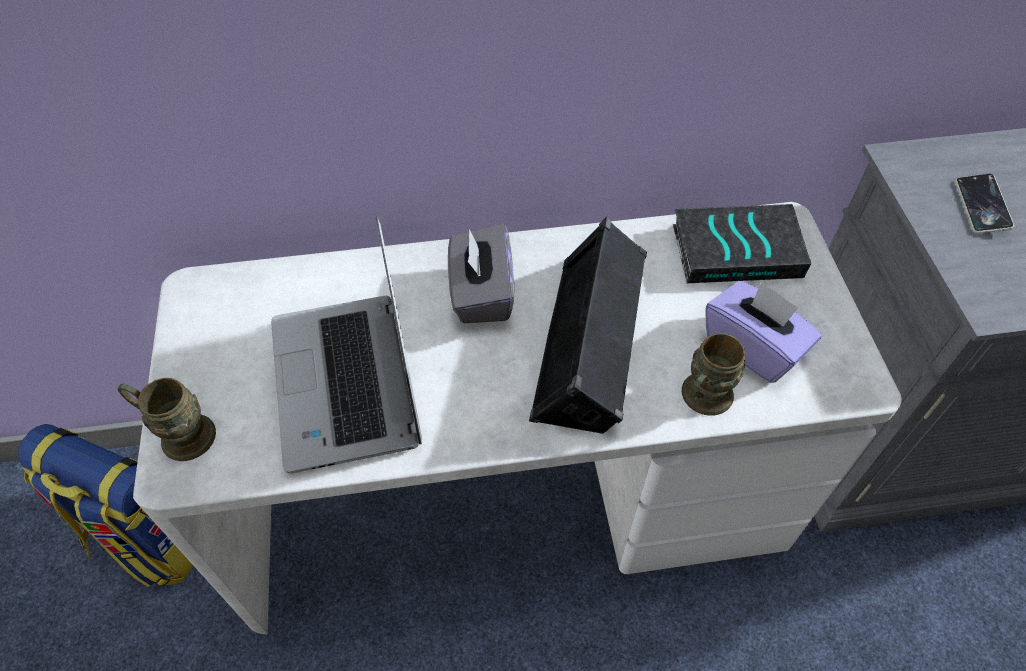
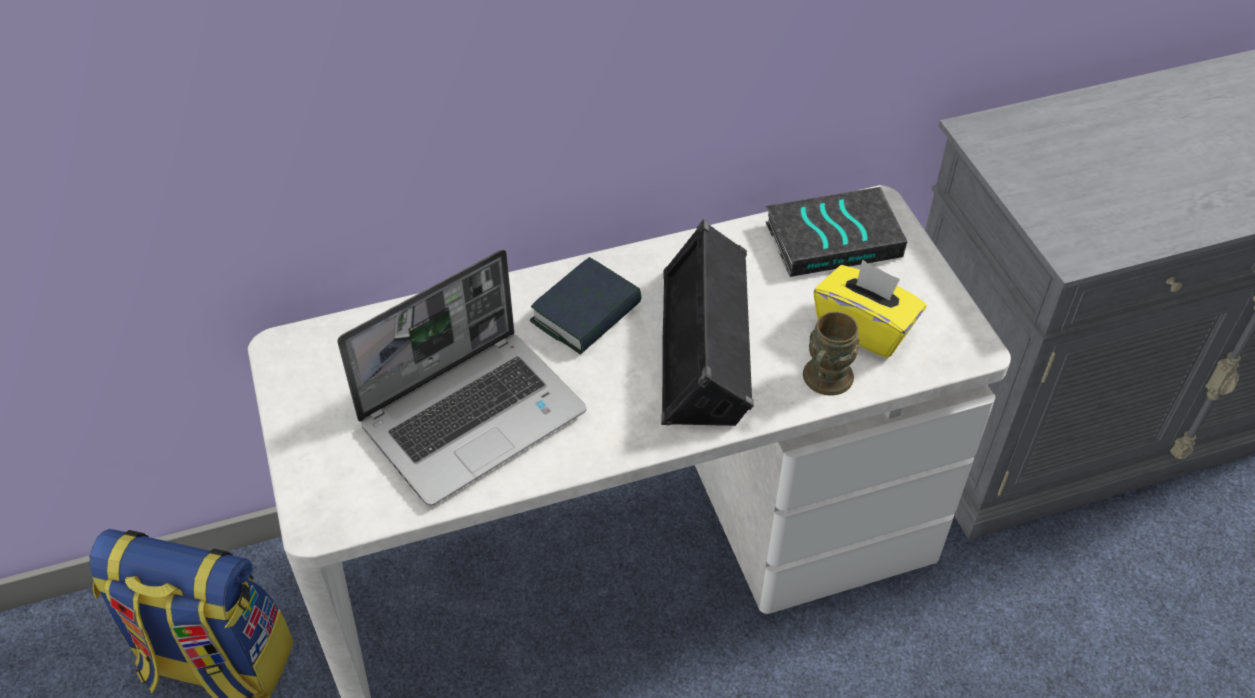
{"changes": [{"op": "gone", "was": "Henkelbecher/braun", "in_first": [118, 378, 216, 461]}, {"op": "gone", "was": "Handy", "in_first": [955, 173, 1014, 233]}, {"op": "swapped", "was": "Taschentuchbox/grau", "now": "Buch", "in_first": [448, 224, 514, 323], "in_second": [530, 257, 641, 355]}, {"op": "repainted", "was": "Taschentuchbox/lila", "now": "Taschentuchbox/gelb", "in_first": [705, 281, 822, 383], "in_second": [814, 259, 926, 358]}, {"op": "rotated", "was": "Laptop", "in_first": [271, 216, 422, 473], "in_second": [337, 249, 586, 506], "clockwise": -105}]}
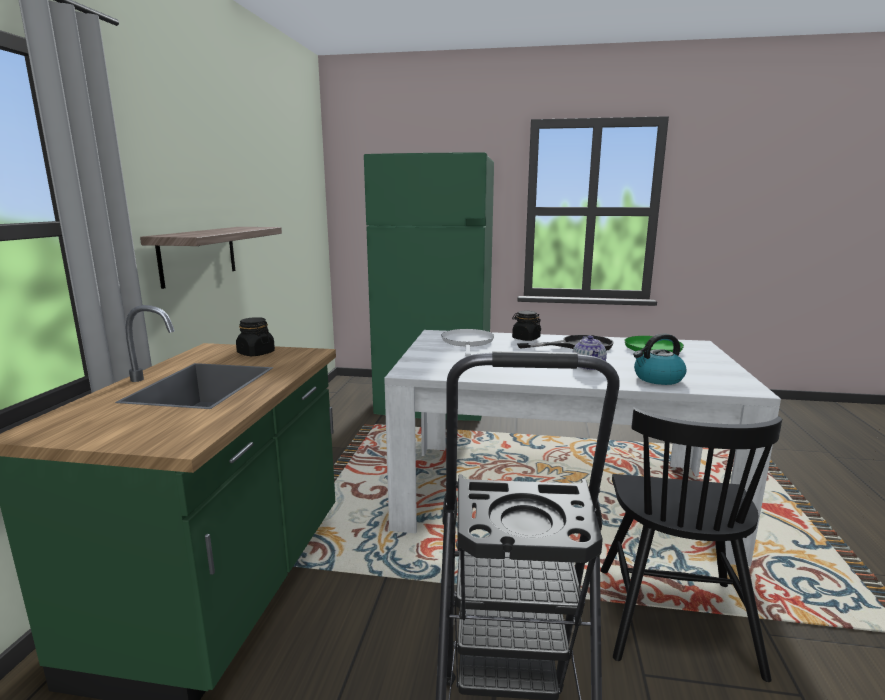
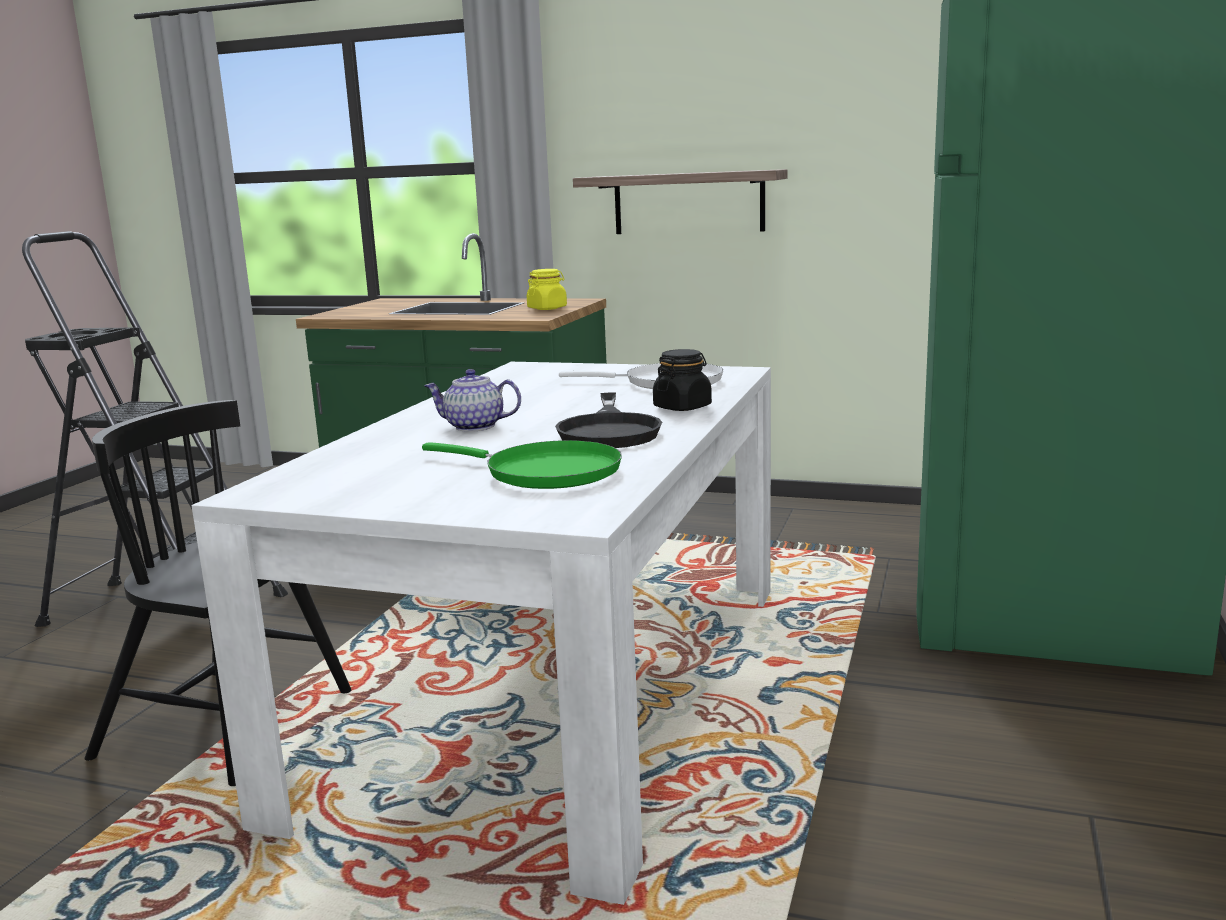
{"changes": [{"op": "gone", "was": "Wasserkessel", "in_first": [633, 334, 687, 385]}, {"op": "repainted", "was": "Vorratsglas/schwarz", "now": "Vorratsglas/gelb", "in_first": [236, 317, 275, 356], "in_second": [527, 269, 567, 310]}]}
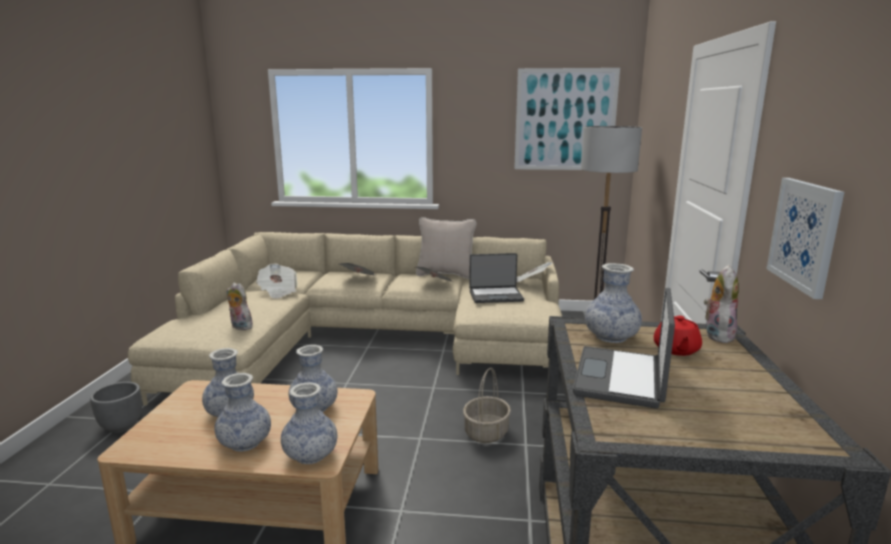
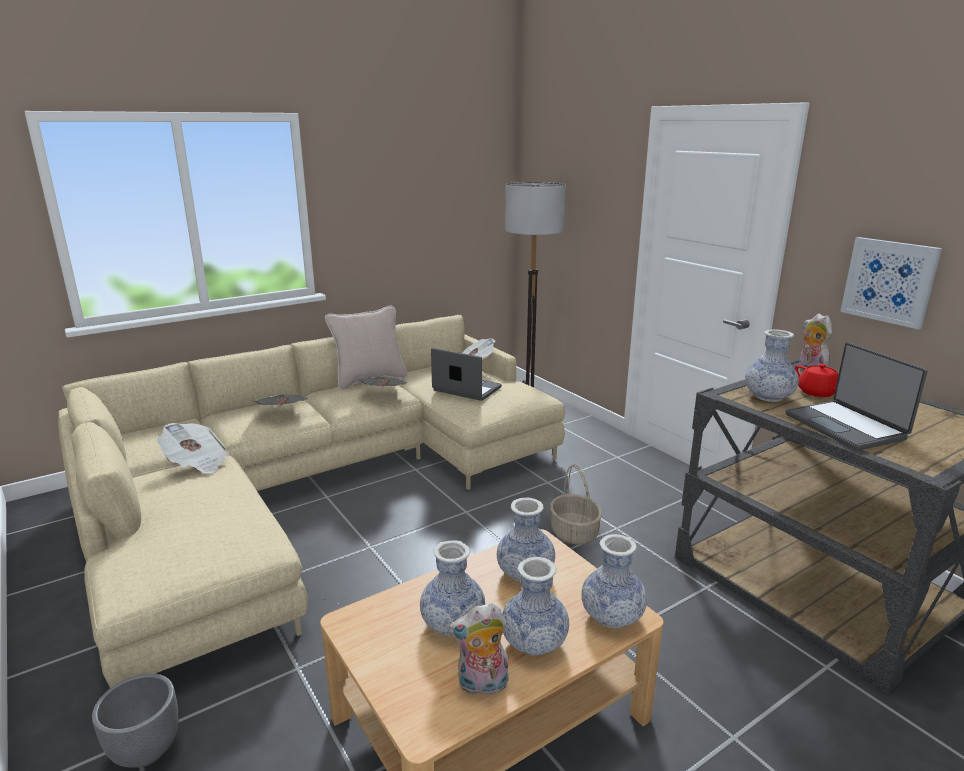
{"changes": [{"op": "gone", "was": "Bild", "in_first": [514, 68, 620, 170]}, {"op": "shifted", "was": "Plüschtier", "in_first": [227, 282, 253, 330], "in_second": [449, 603, 509, 698]}, {"op": "rotated", "was": "Laptop", "in_first": [469, 253, 524, 303], "in_second": [431, 348, 502, 401], "clockwise": -105}]}
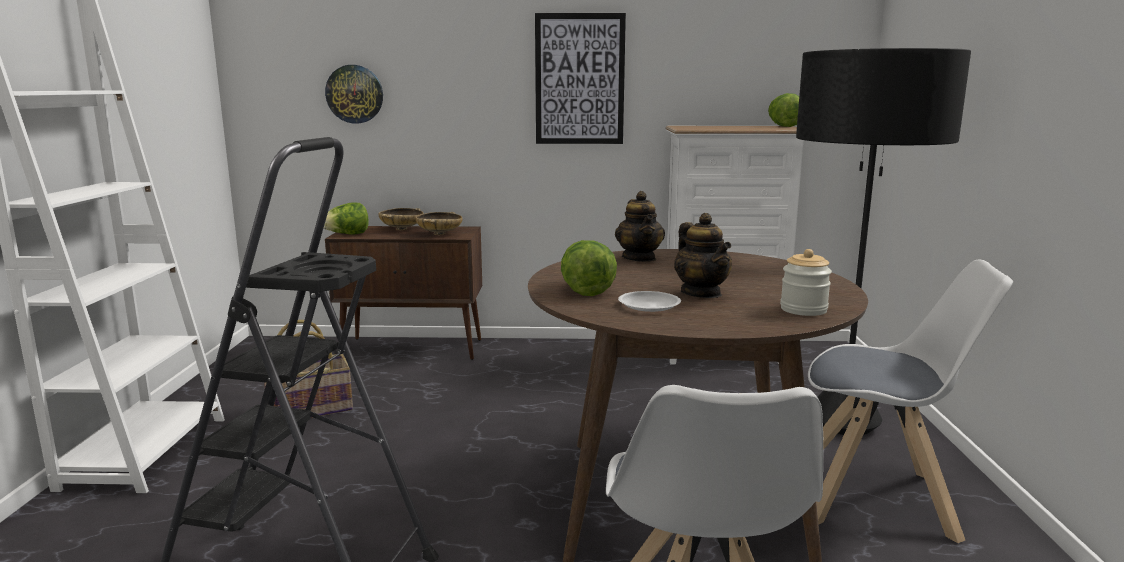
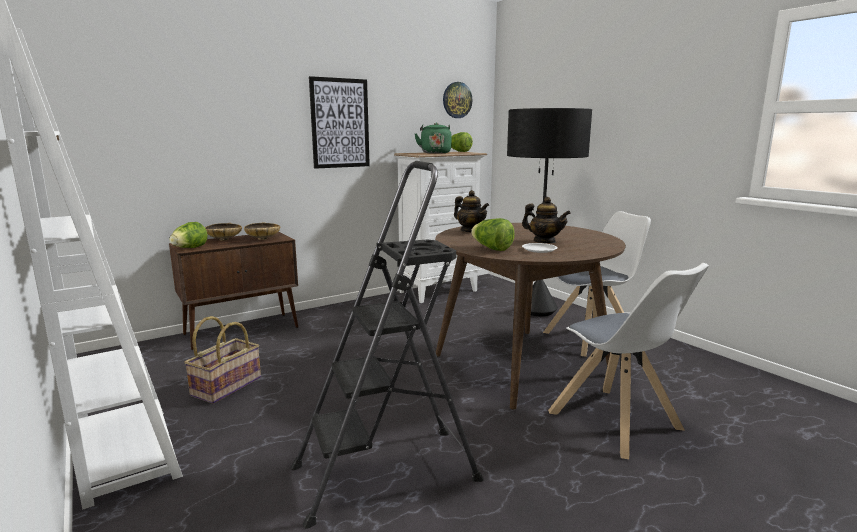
{"changes": [{"op": "gone", "was": "Vorratsglas", "in_first": [780, 249, 832, 316]}, {"op": "new", "now": "Wasserkessel/grün", "in_second": [414, 122, 452, 154]}, {"op": "shifted", "was": "Wanduhr", "in_first": [325, 65, 383, 124], "in_second": [443, 82, 472, 118]}]}
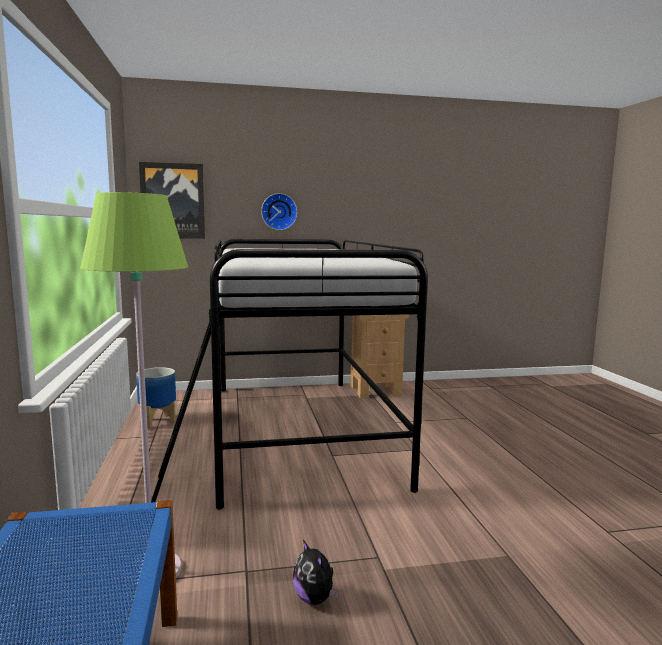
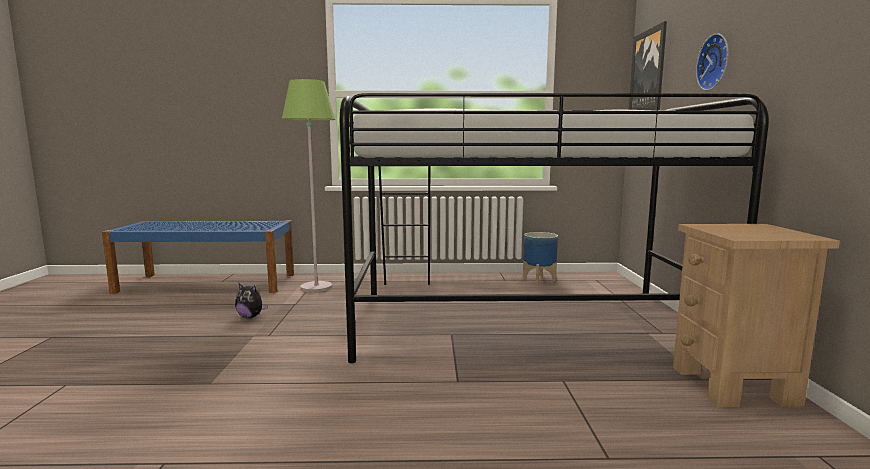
{"changes": [{"op": "rotated", "was": "Plüschtier", "in_first": [293, 540, 339, 605], "in_second": [235, 283, 267, 318], "clockwise": -135}]}
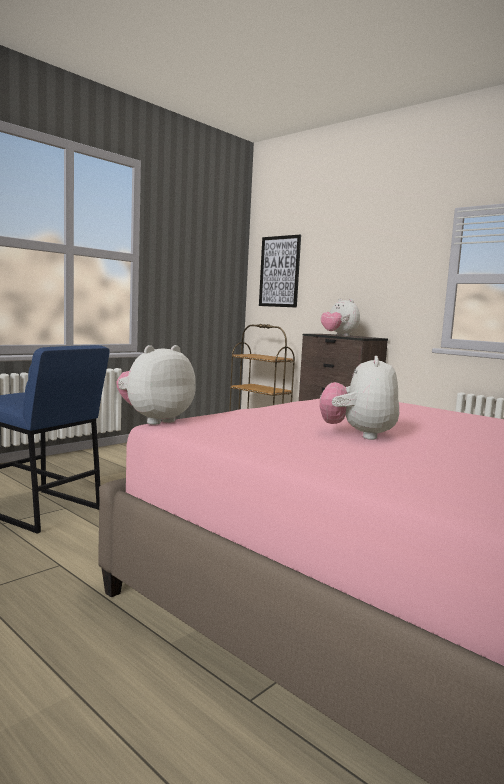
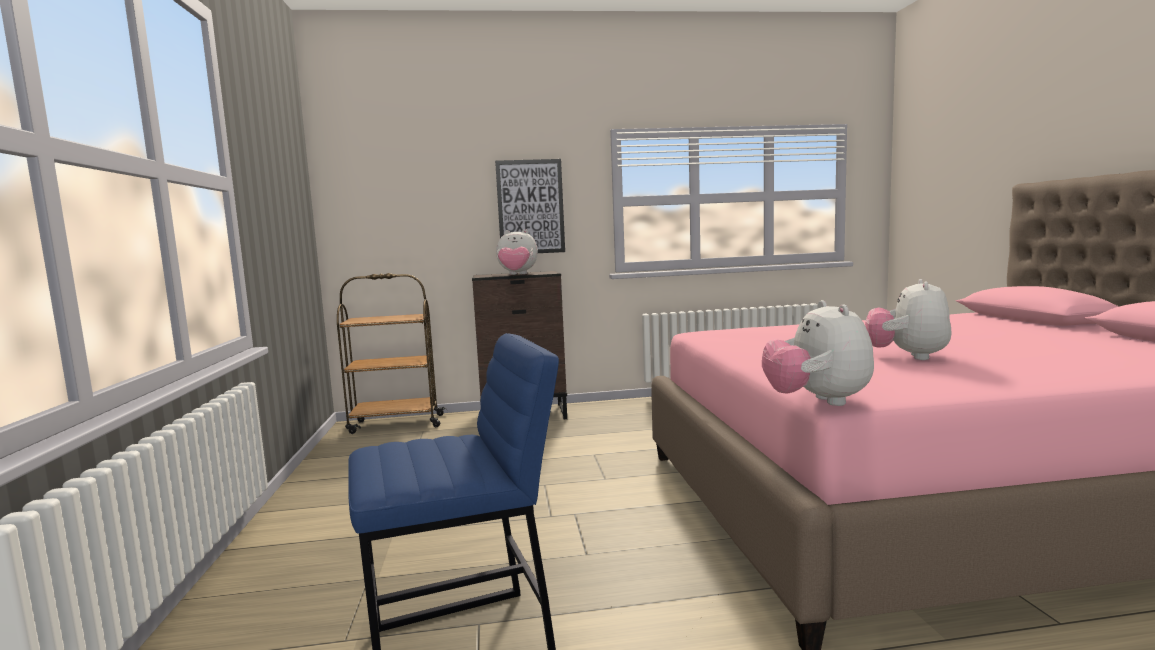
{"changes": [{"op": "shifted", "was": "Bild", "in_first": [259, 235, 301, 308], "in_second": [495, 159, 565, 253]}, {"op": "rotated", "was": "Plüschtier", "in_first": [320, 356, 399, 440], "in_second": [865, 279, 952, 360], "clockwise": 60}]}
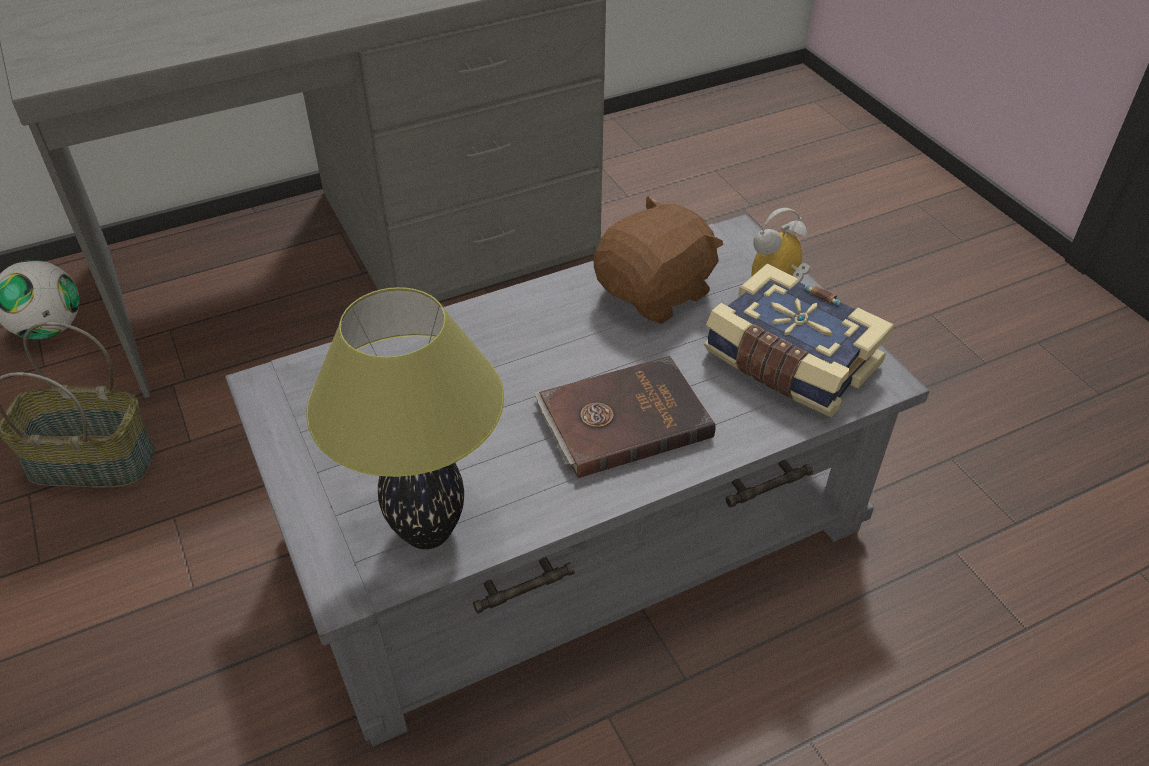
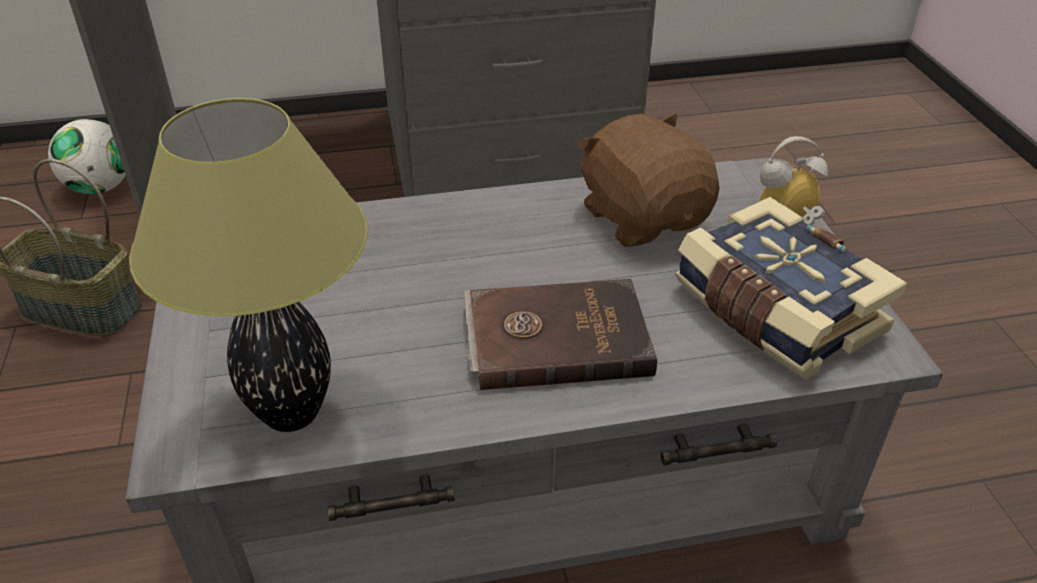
{"changes": [{"op": "rotated", "was": "Plüschtier/braun", "in_first": [593, 196, 724, 324], "in_second": [577, 114, 720, 247], "clockwise": -90}]}
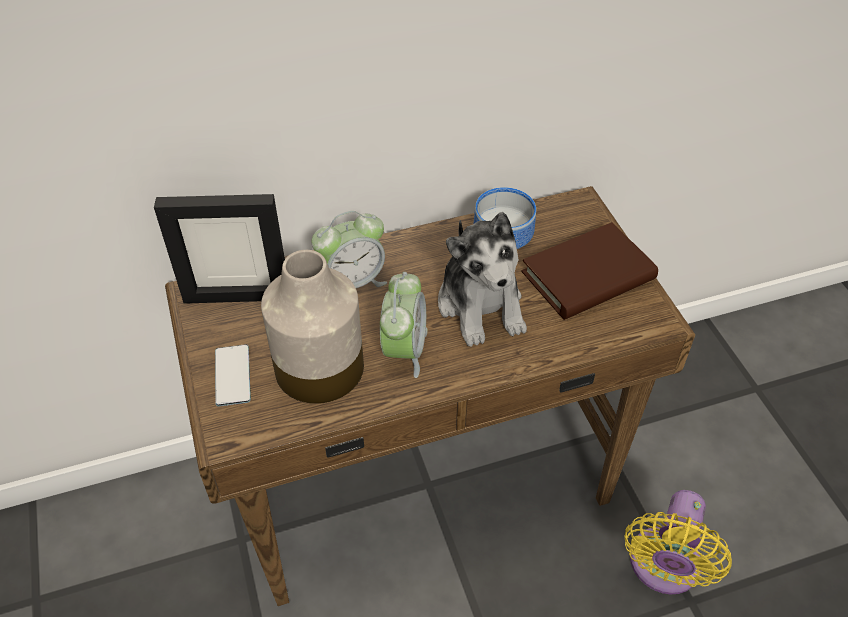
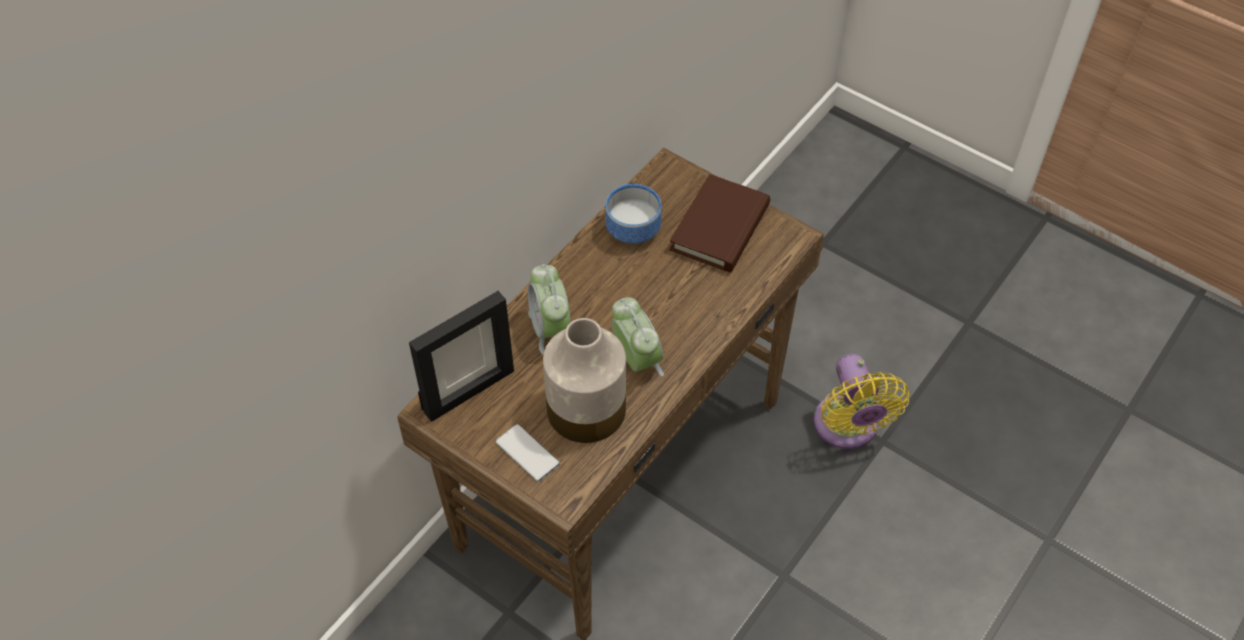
{"changes": [{"op": "gone", "was": "Plüschtier", "in_first": [438, 212, 527, 347]}, {"op": "rotated", "was": "Wecker", "in_first": [312, 211, 387, 288], "in_second": [528, 264, 570, 354], "clockwise": 135}]}
